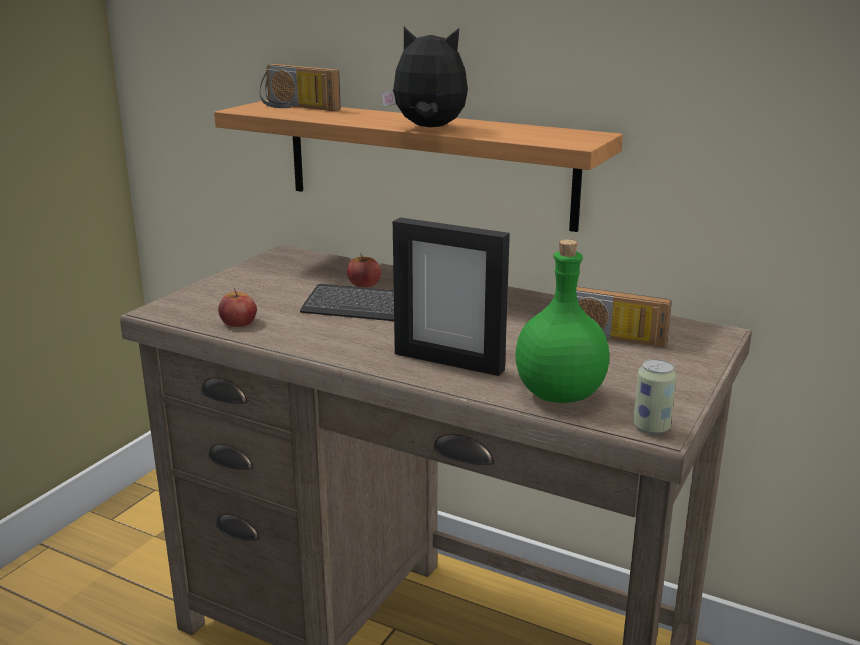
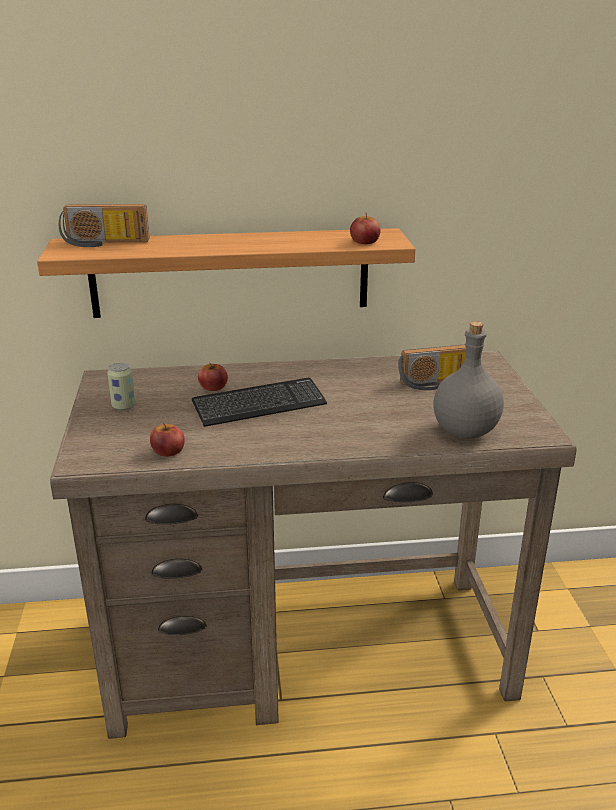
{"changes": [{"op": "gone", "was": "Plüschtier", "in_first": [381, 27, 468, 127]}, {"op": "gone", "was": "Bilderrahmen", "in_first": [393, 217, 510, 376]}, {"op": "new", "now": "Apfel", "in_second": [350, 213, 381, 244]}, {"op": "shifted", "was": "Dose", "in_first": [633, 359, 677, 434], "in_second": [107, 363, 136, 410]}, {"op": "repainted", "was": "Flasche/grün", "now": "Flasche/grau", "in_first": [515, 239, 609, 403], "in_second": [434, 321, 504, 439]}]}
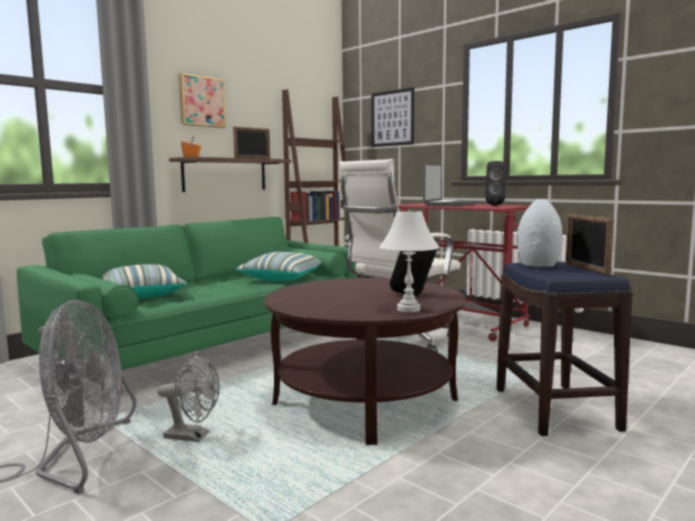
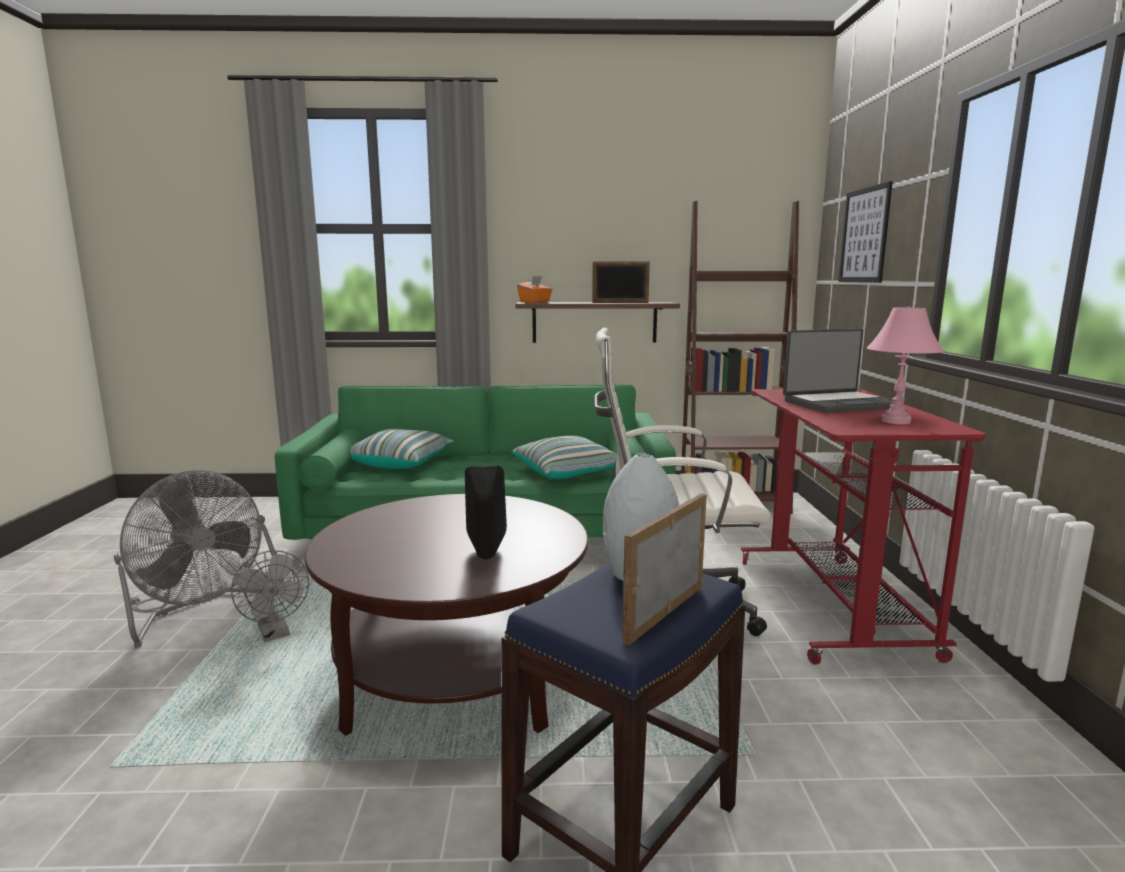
{"changes": [{"op": "gone", "was": "Bild", "in_first": [178, 73, 226, 128]}, {"op": "gone", "was": "Tischlampe/weiß", "in_first": [379, 211, 440, 312]}, {"op": "swapped", "was": "Lautsprecher/schwarz", "now": "Tischlampe/rosa", "in_first": [485, 161, 505, 206], "in_second": [867, 307, 944, 424]}]}
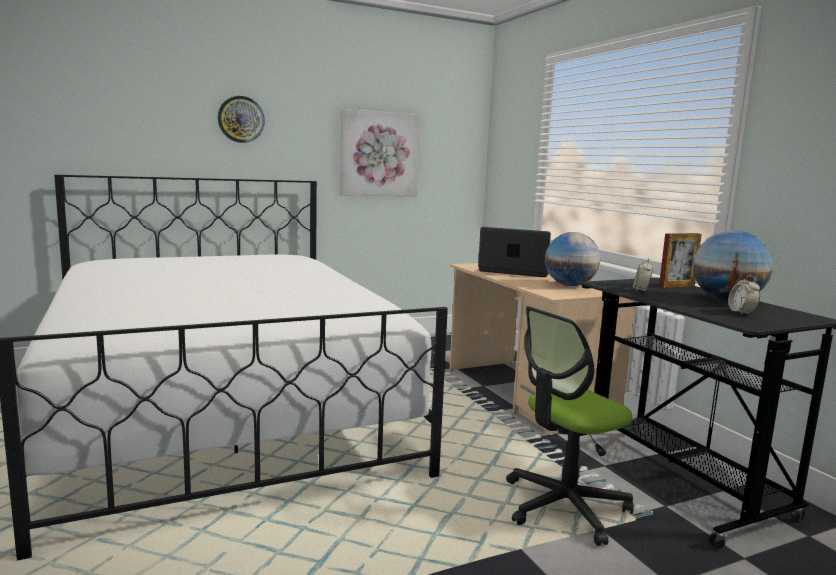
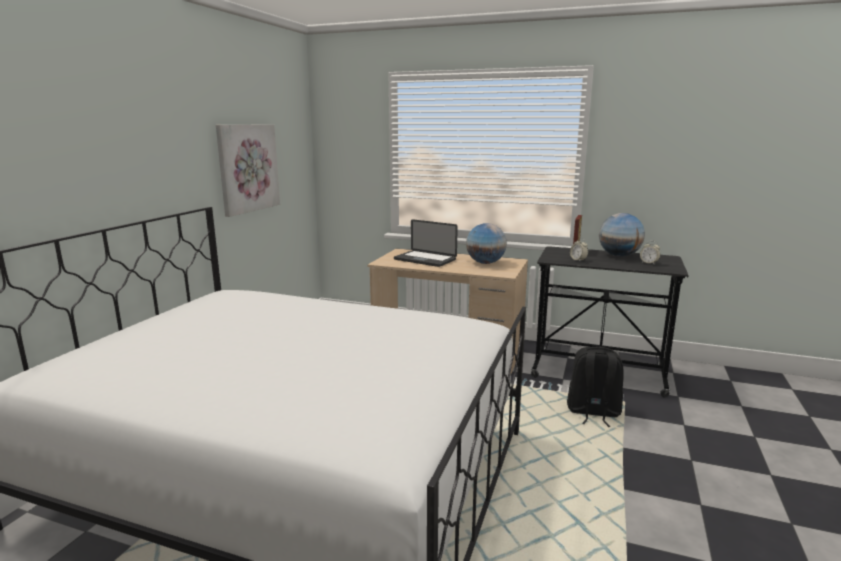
{"changes": [{"op": "gone", "was": "Wanduhr", "in_first": [218, 96, 265, 143]}, {"op": "swapped", "was": "Bürostuhl", "now": "Rucksack/schwarz", "in_first": [506, 306, 634, 546], "in_second": [567, 347, 624, 427]}, {"op": "rotated", "was": "Laptop", "in_first": [478, 227, 551, 277], "in_second": [394, 219, 458, 267], "clockwise": -120}]}
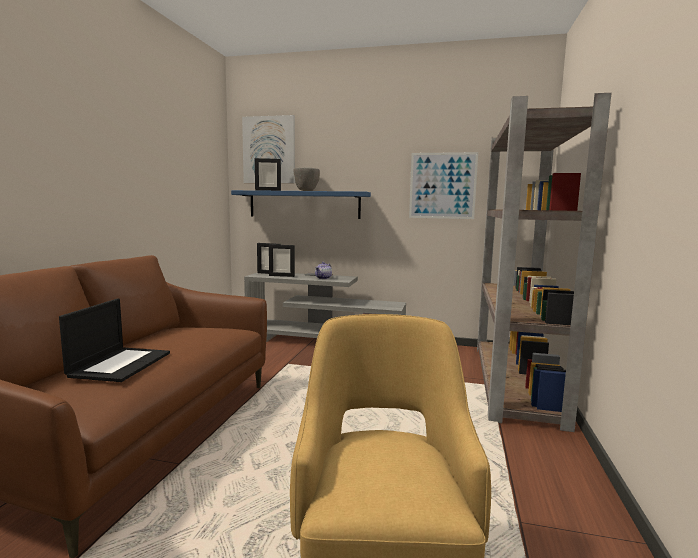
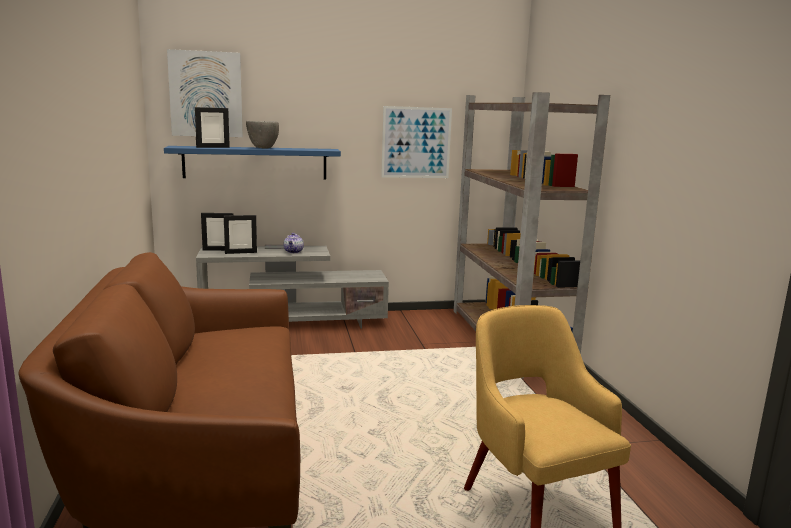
{"changes": [{"op": "gone", "was": "Laptop", "in_first": [59, 299, 170, 382]}]}
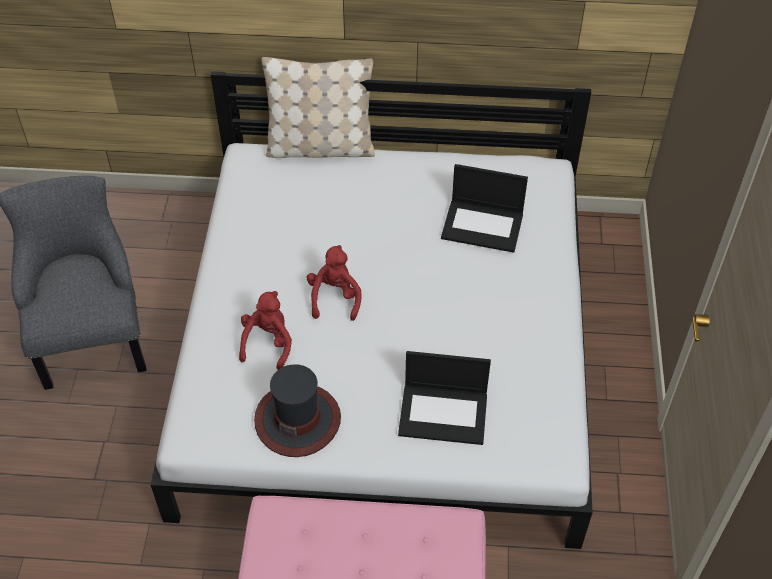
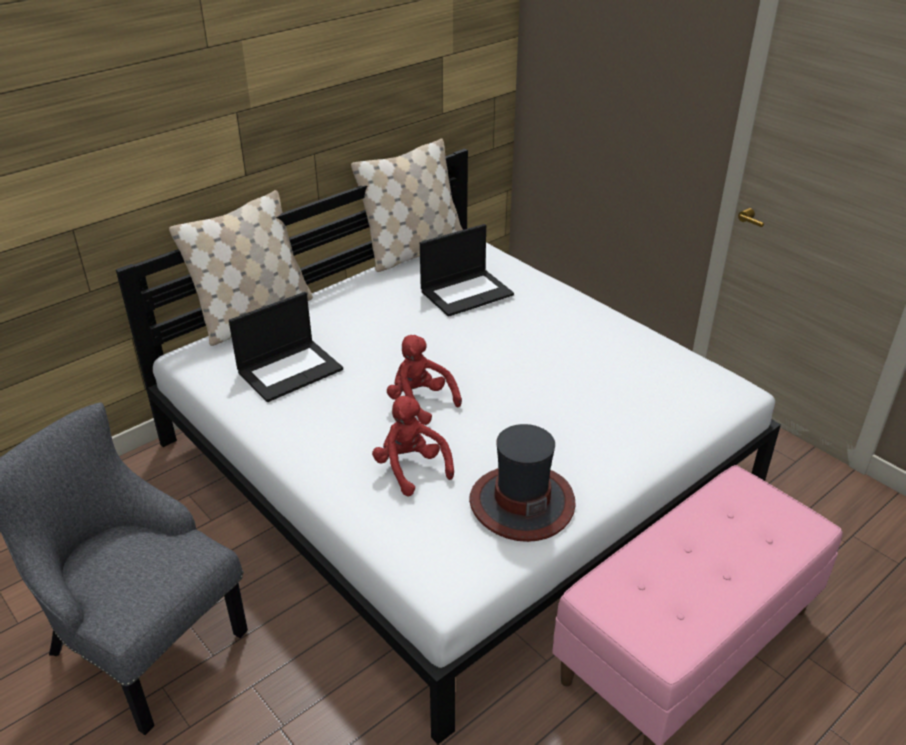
{"changes": [{"op": "new", "now": "Kissen/beige", "in_second": [351, 138, 463, 272]}, {"op": "shifted", "was": "Laptop", "in_first": [398, 351, 491, 445], "in_second": [229, 292, 343, 402]}]}
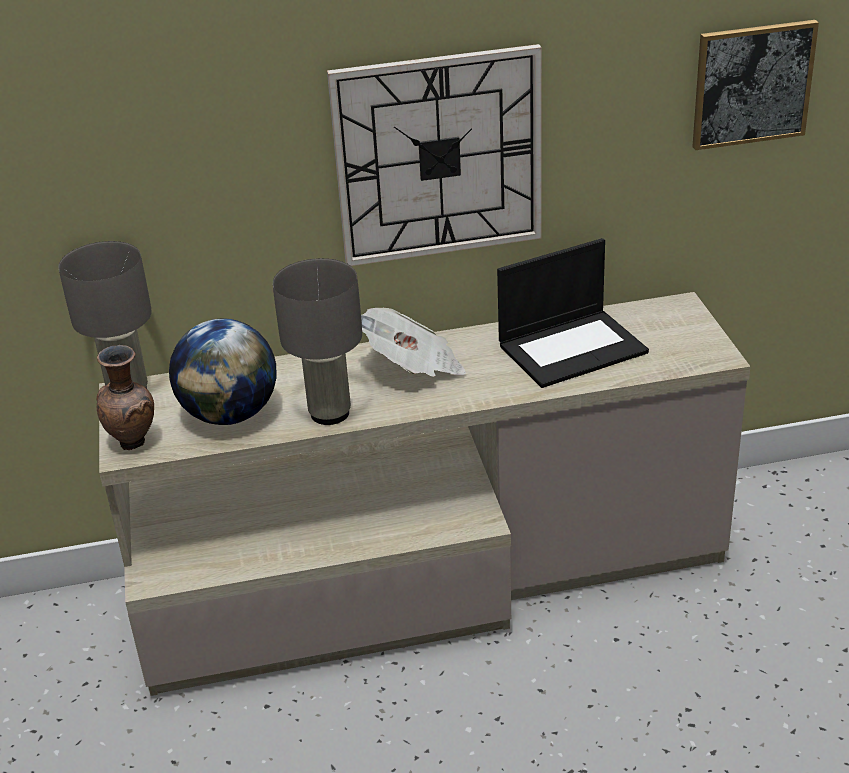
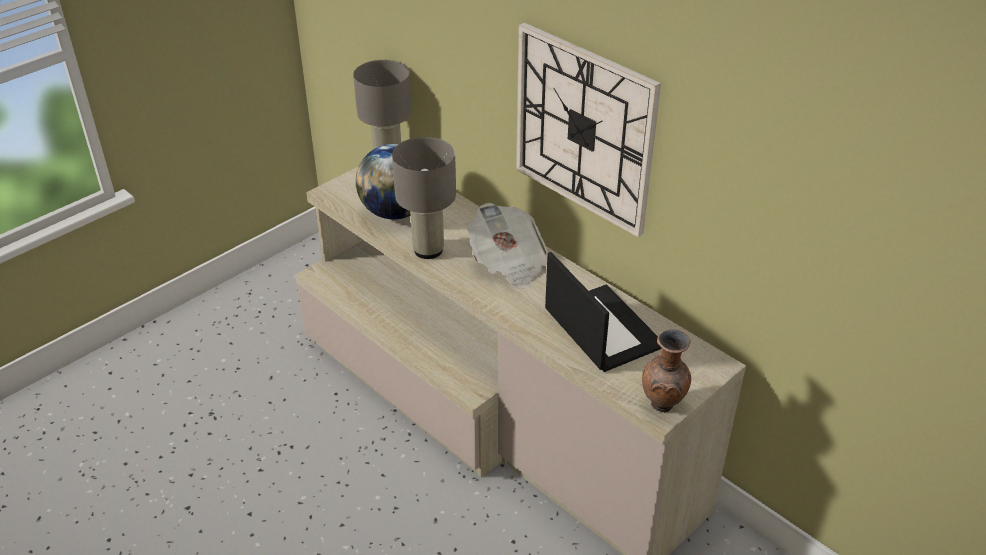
{"changes": [{"op": "gone", "was": "Bild", "in_first": [692, 20, 819, 150]}, {"op": "shifted", "was": "Vase/braun", "in_first": [97, 345, 154, 450], "in_second": [642, 329, 691, 413]}, {"op": "rotated", "was": "Laptop", "in_first": [497, 238, 649, 388], "in_second": [545, 252, 662, 372], "clockwise": -150}]}
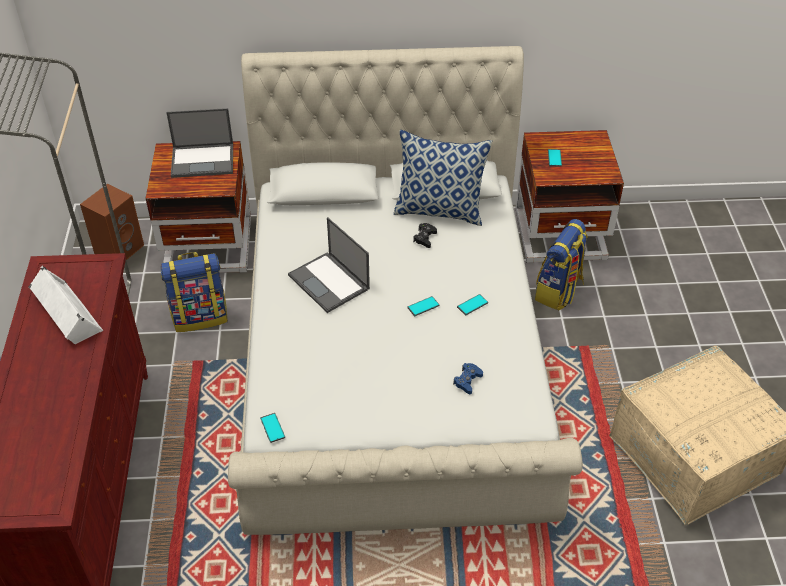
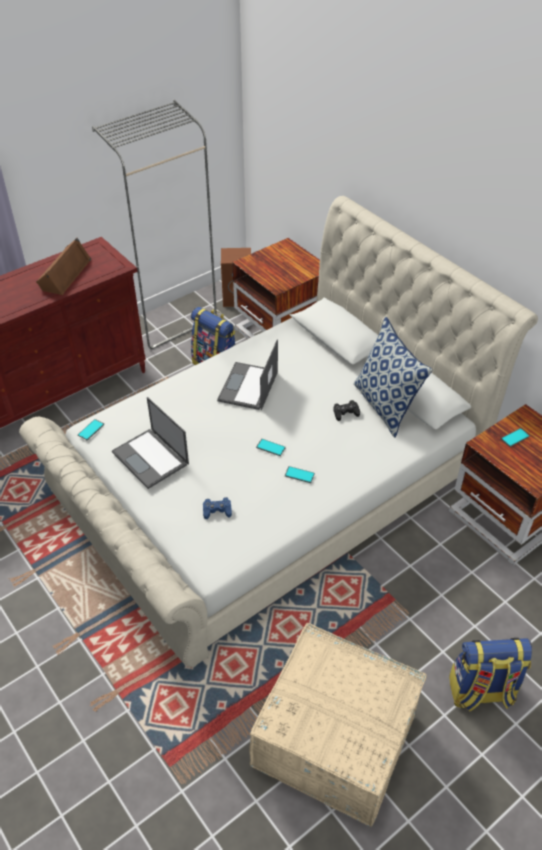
{"changes": [{"op": "shifted", "was": "Laptop", "in_first": [166, 108, 233, 178], "in_second": [112, 397, 189, 489]}, {"op": "shifted", "was": "Rucksack", "in_first": [535, 219, 588, 310], "in_second": [449, 638, 532, 711]}, {"op": "repainted", "was": "Lautsprecher/weiß", "now": "Lautsprecher/braun", "in_first": [29, 266, 103, 344], "in_second": [36, 238, 91, 295]}]}
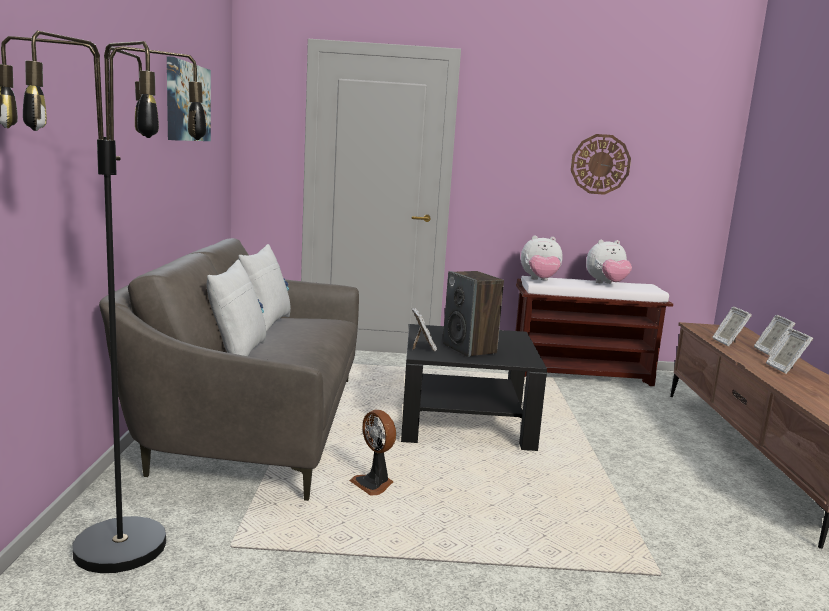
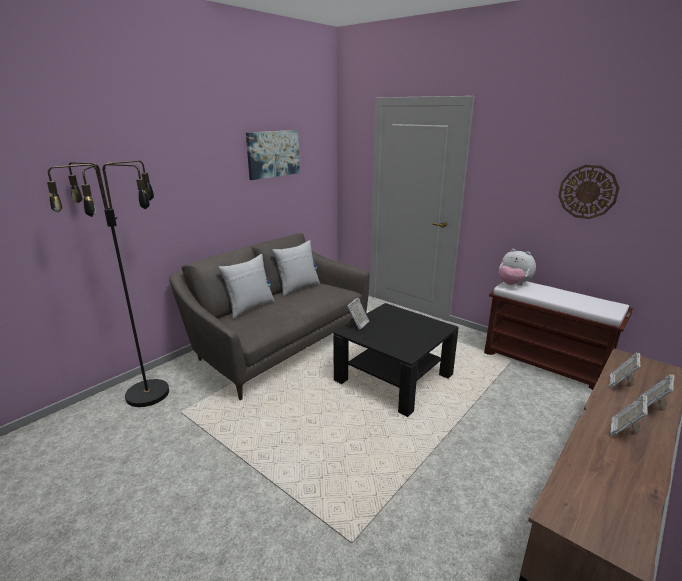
{"changes": [{"op": "gone", "was": "Ventilator", "in_first": [349, 410, 396, 495]}, {"op": "gone", "was": "Lautsprecher", "in_first": [443, 271, 504, 357]}, {"op": "gone", "was": "Plüschtier", "in_first": [586, 240, 632, 284]}]}
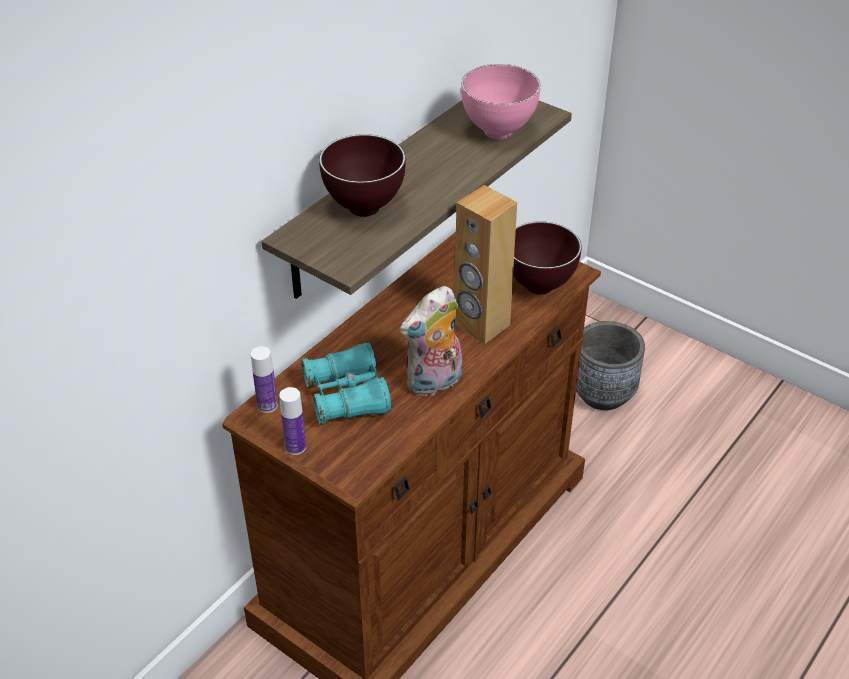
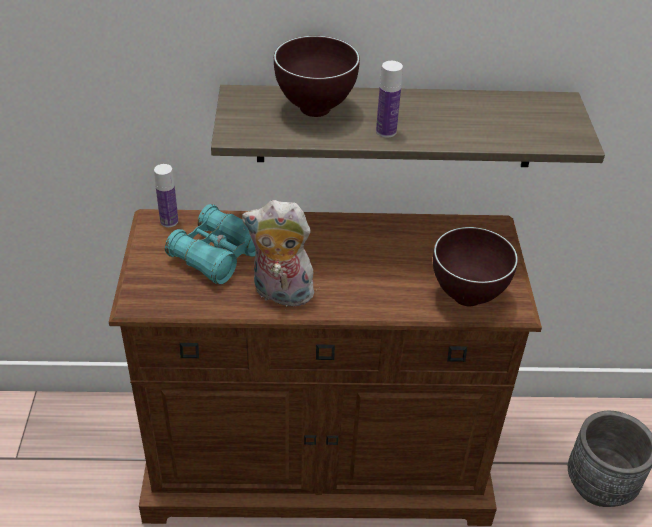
{"changes": [{"op": "gone", "was": "Lautsprecher/braun", "in_first": [454, 185, 517, 344]}, {"op": "gone", "was": "Schüssel/rosa", "in_first": [461, 64, 540, 139]}, {"op": "shifted", "was": "Flasche", "in_first": [279, 387, 306, 455], "in_second": [376, 61, 403, 138]}]}
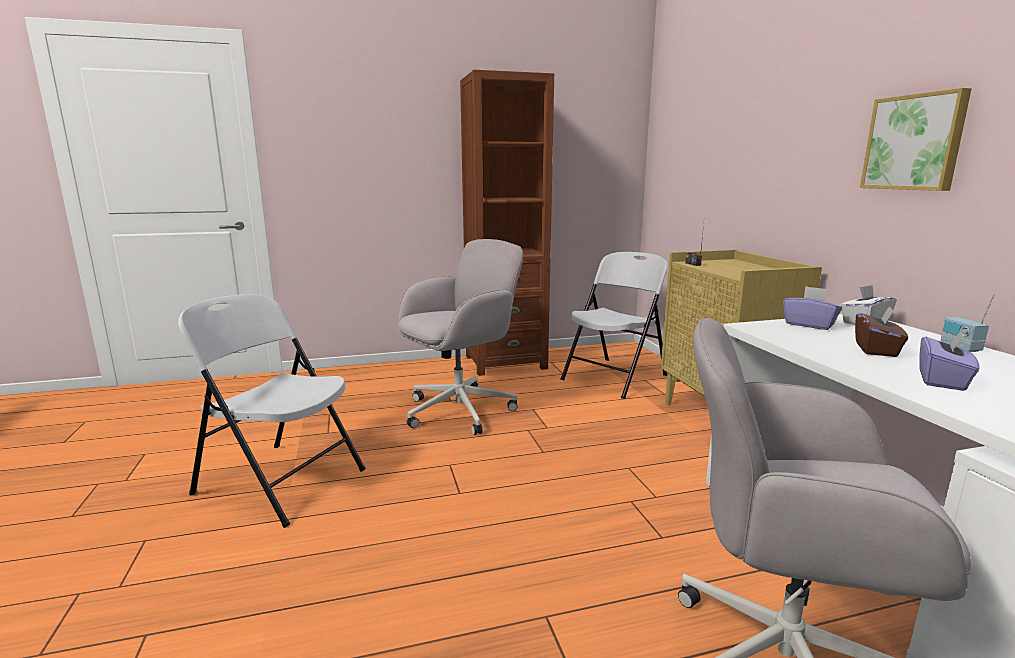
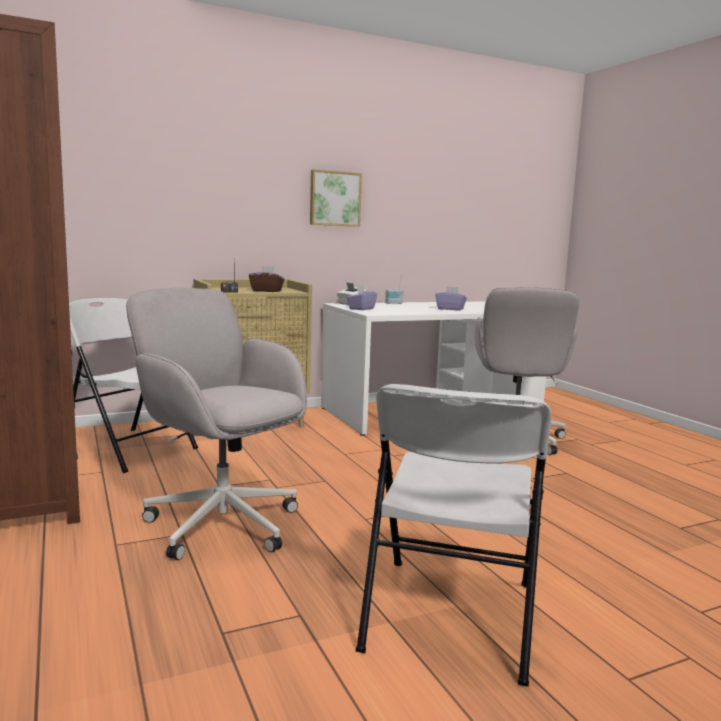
{"changes": [{"op": "shifted", "was": "Taschentuchbox/braun", "in_first": [855, 306, 908, 357], "in_second": [249, 266, 285, 292]}]}
